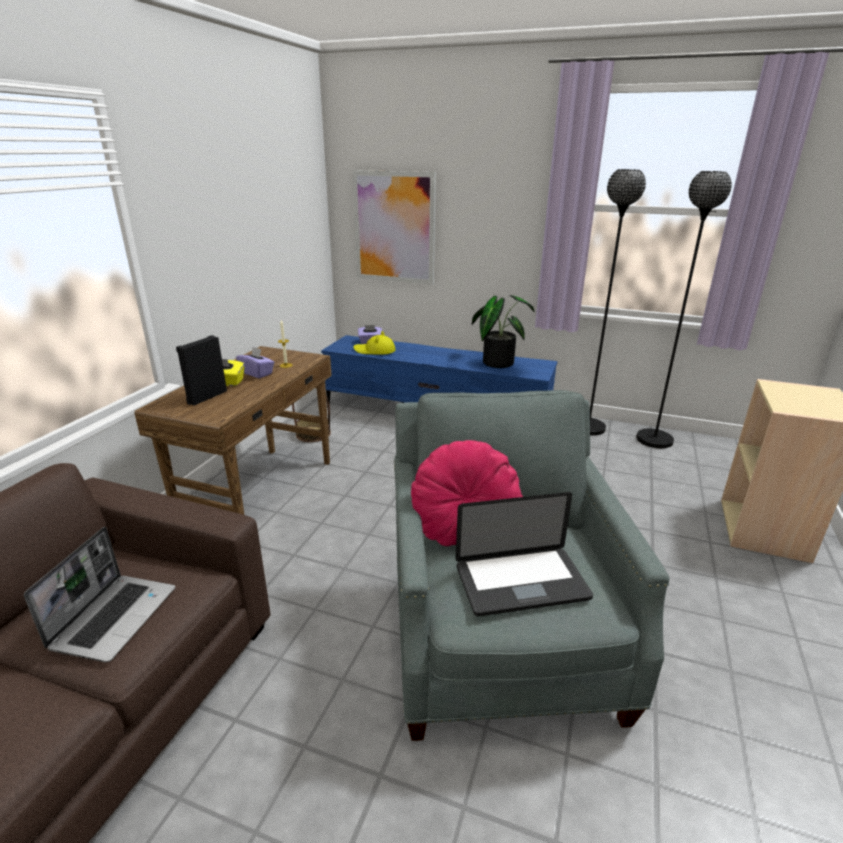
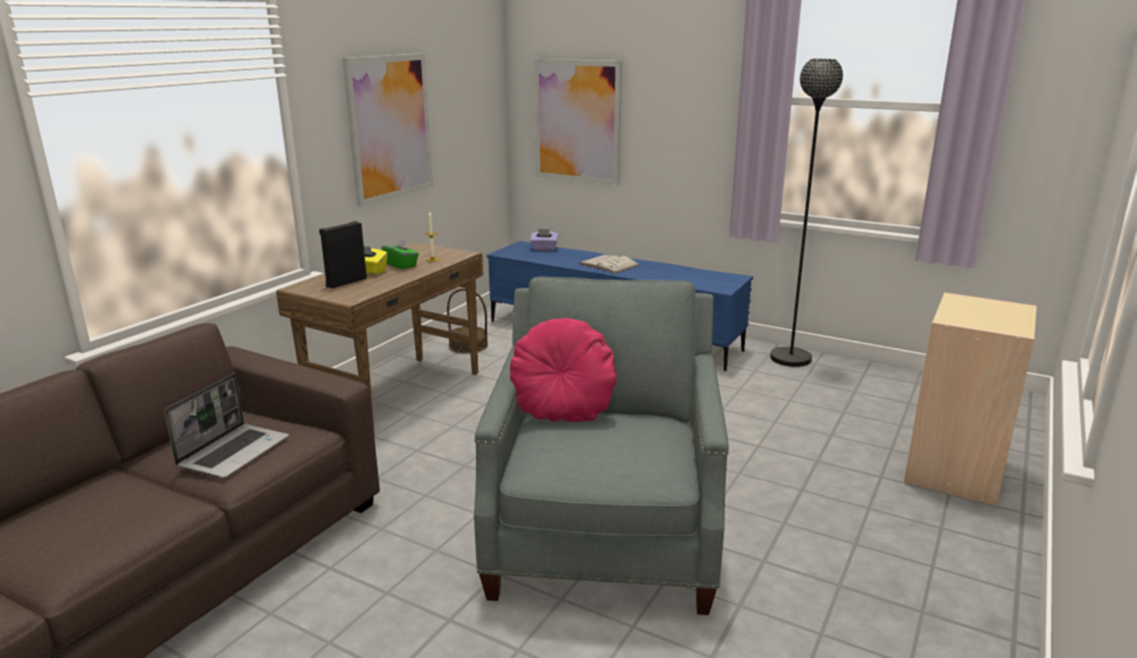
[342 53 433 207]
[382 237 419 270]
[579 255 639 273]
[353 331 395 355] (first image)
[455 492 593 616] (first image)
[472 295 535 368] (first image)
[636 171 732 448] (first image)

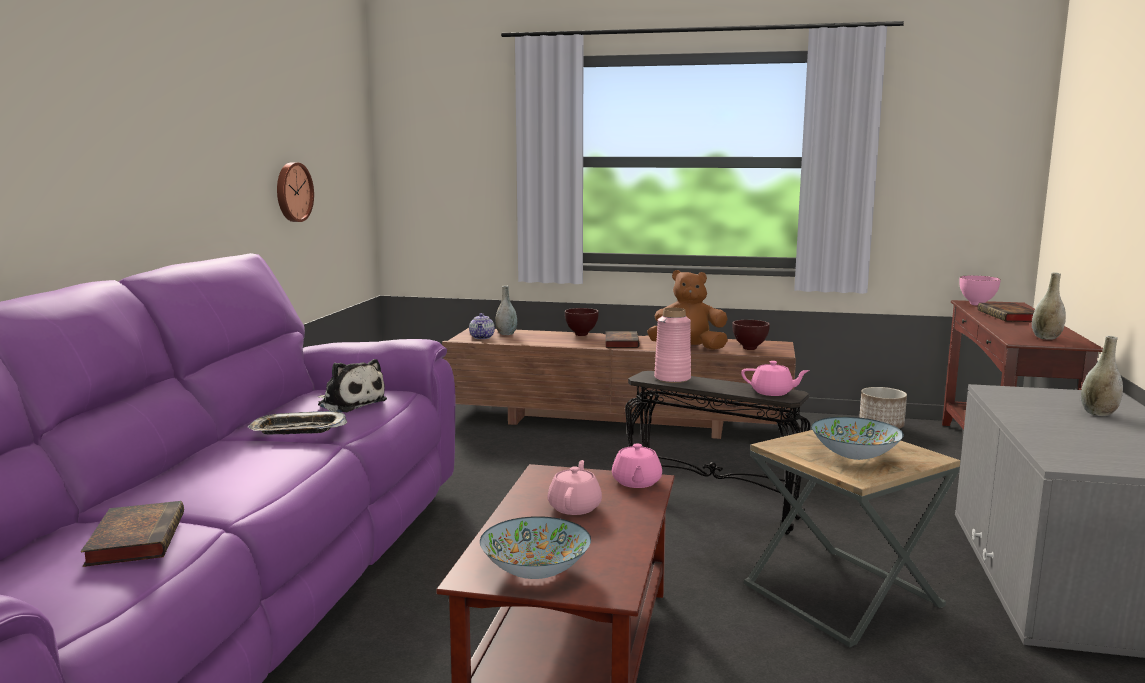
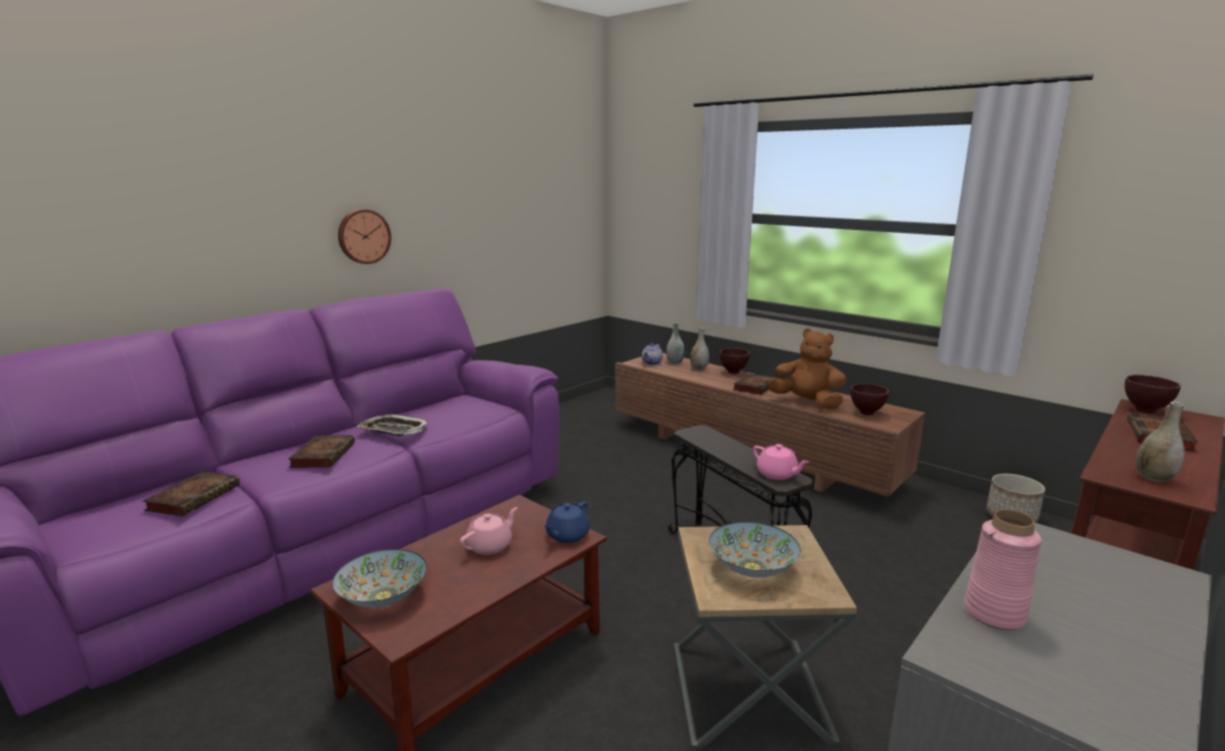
[288 435 355 468]
[338 209 391 264]
[544 502 590 543]
[690 327 709 370]
[964 509 1042 630]
[1124 375 1181 413]
[318 359 387 412] (first image)

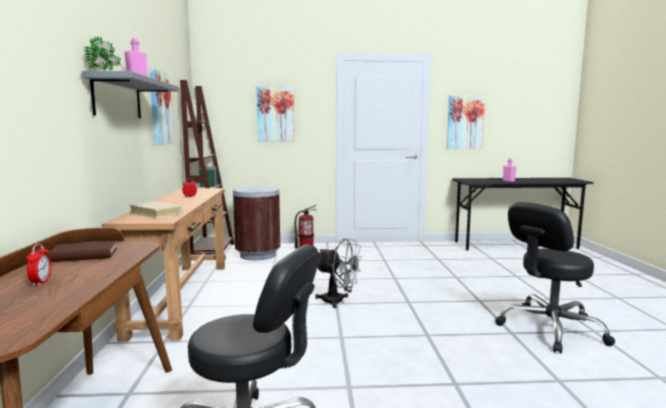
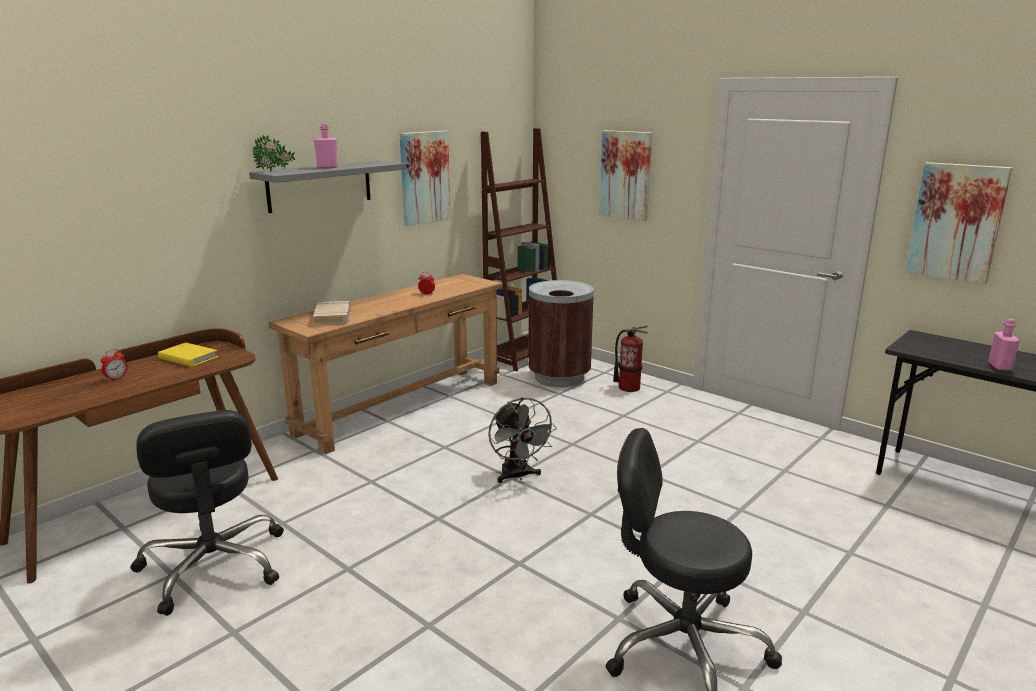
[158 342 218 367]

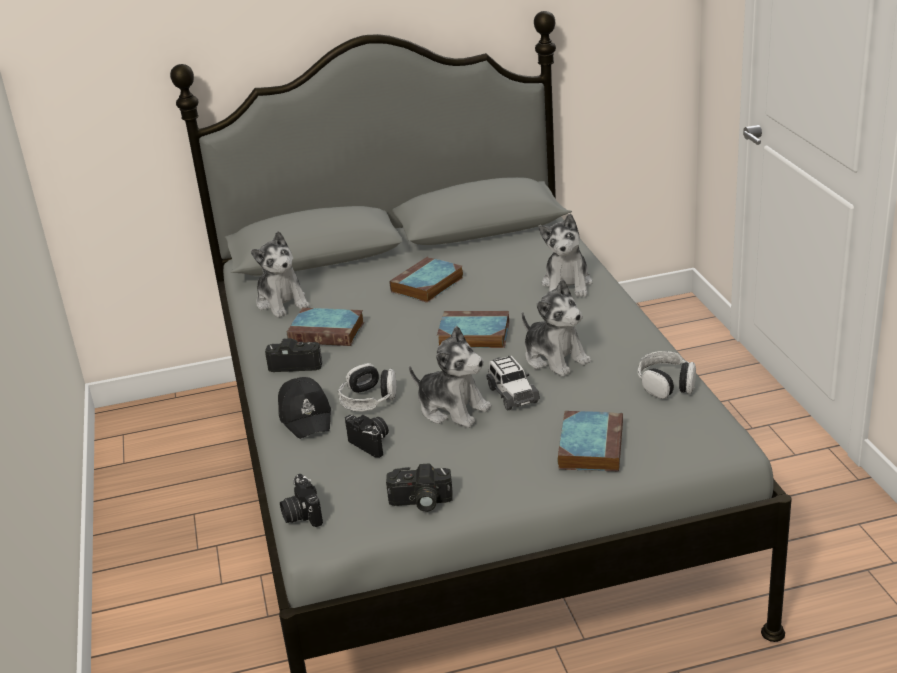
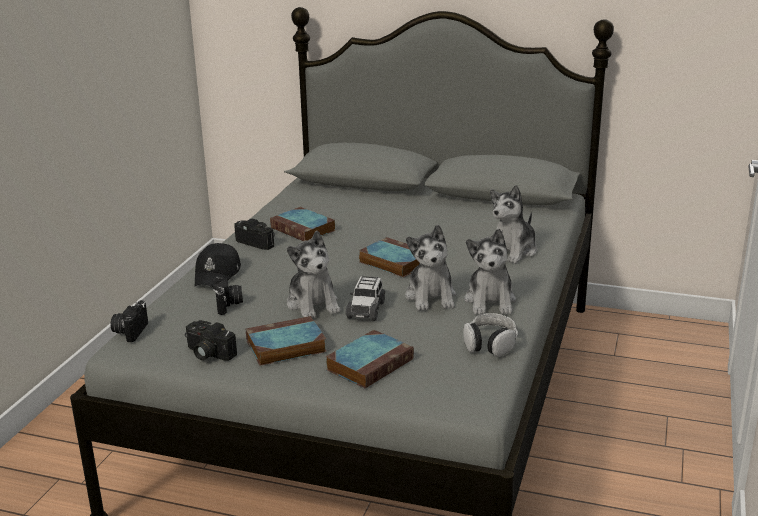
[246 316 327 366]
[464 229 516 315]
[338 363 396 412] (first image)

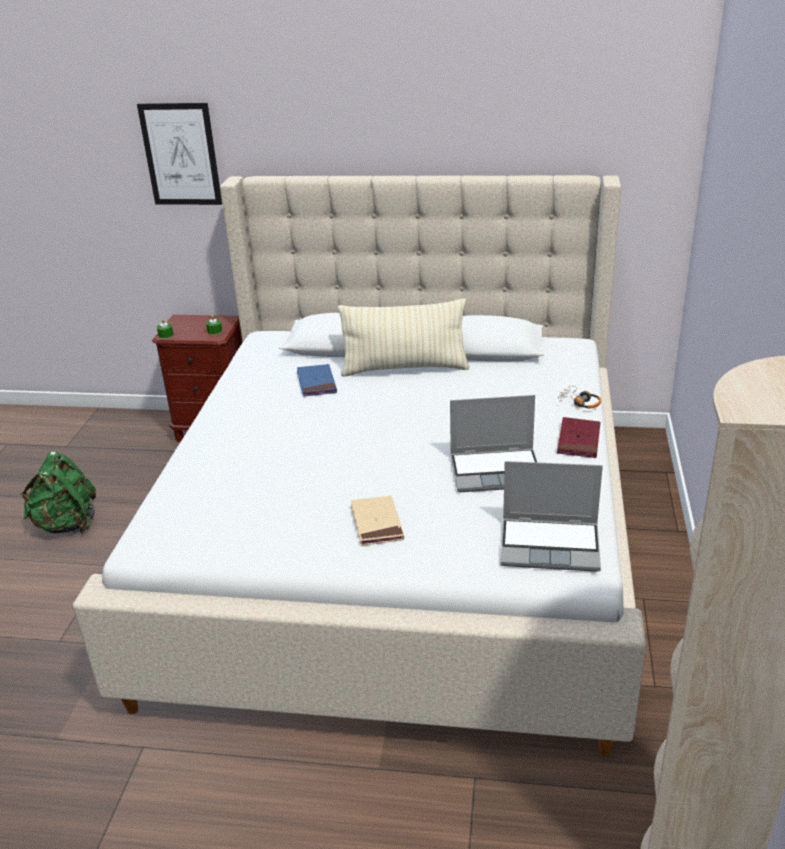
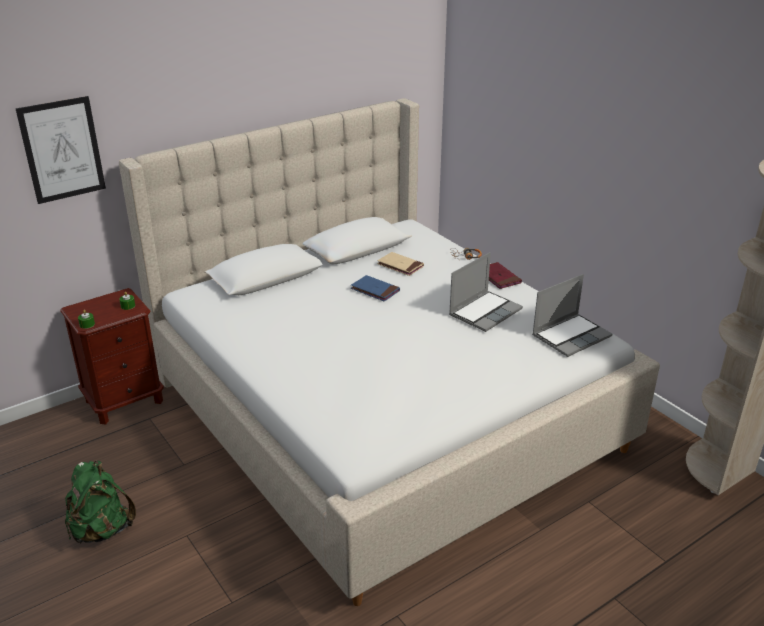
[351 275 400 302]
[377 252 424 276]
[338 298 470 376] (first image)

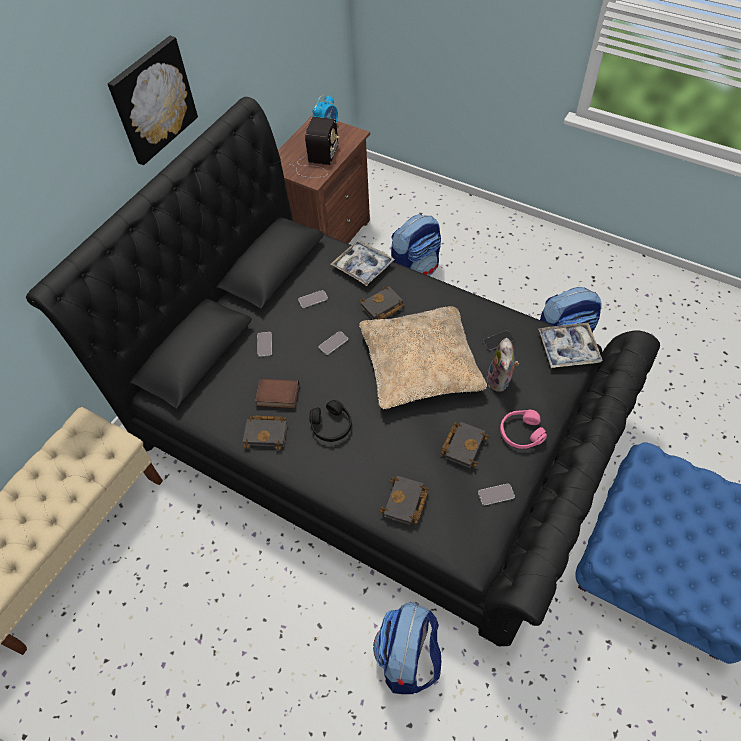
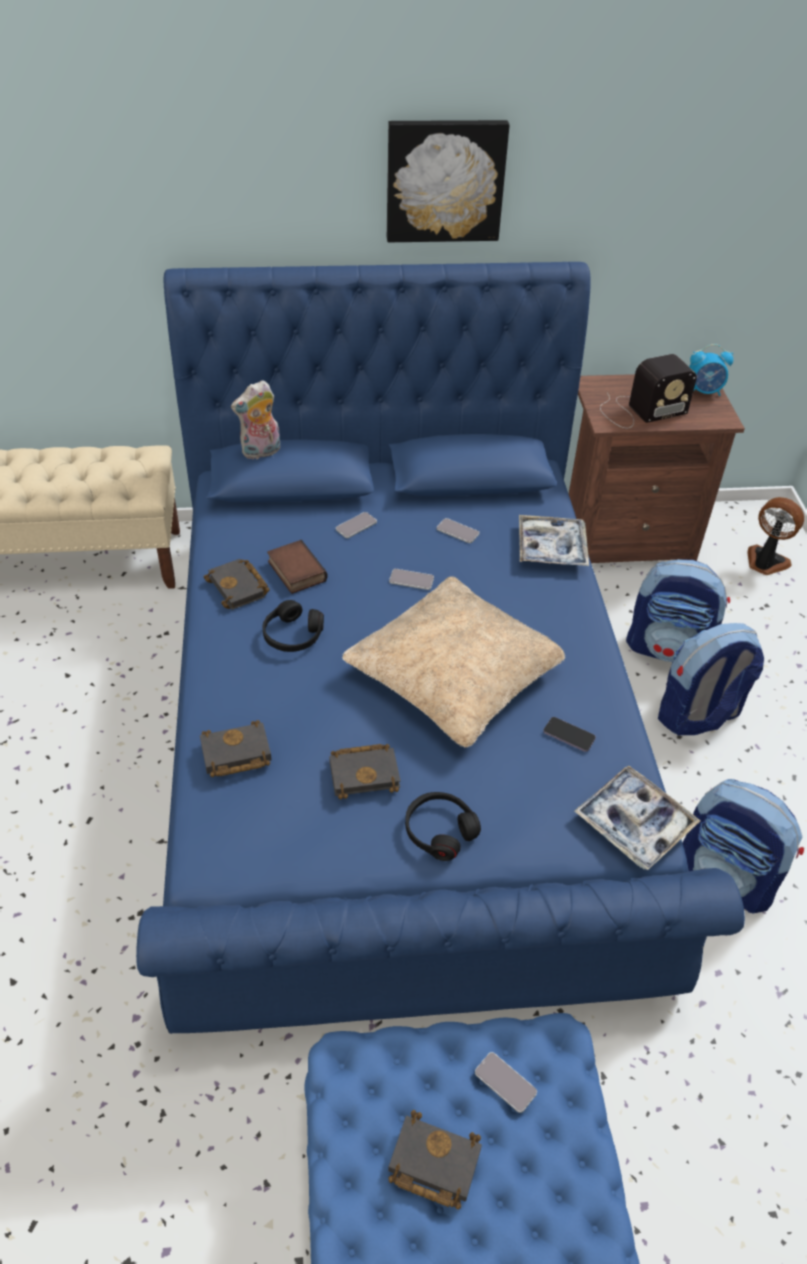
[136 262 745 1034]
[231 380 280 459]
[388 1110 482 1209]
[405 792 481 861]
[475 1052 537 1113]
[658 623 764 735]
[747 497 804 575]

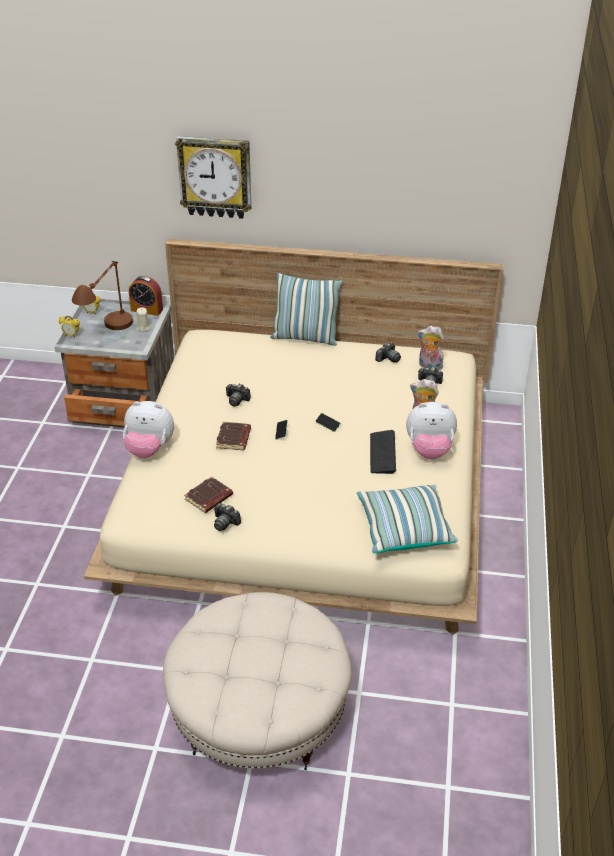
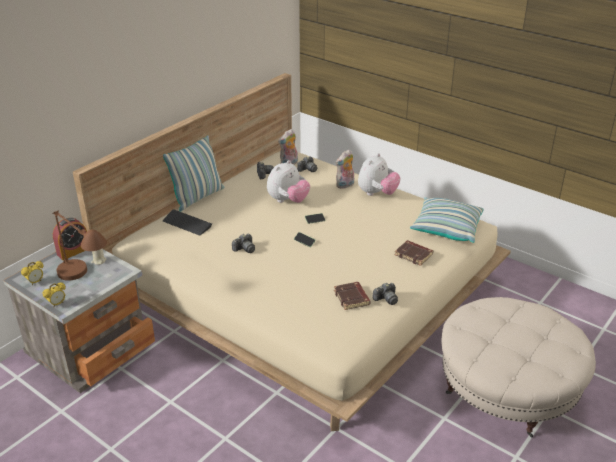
[163 210 212 235]
[267 160 310 203]
[395 240 433 266]
[175 136 252 219] (first image)

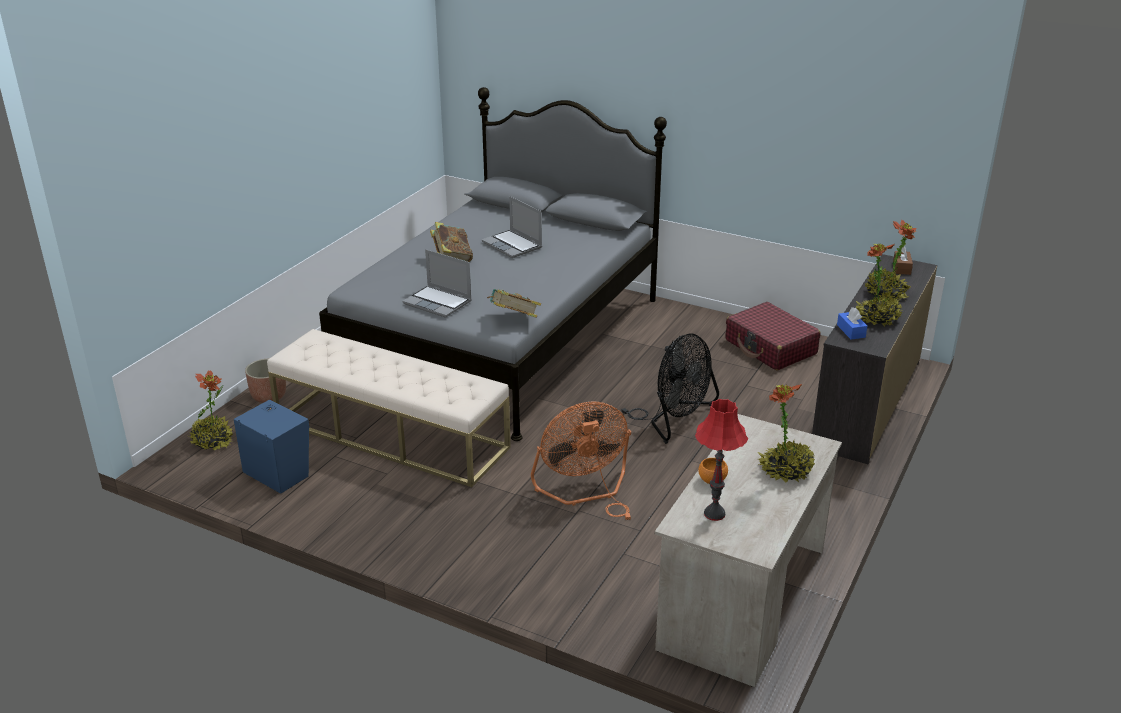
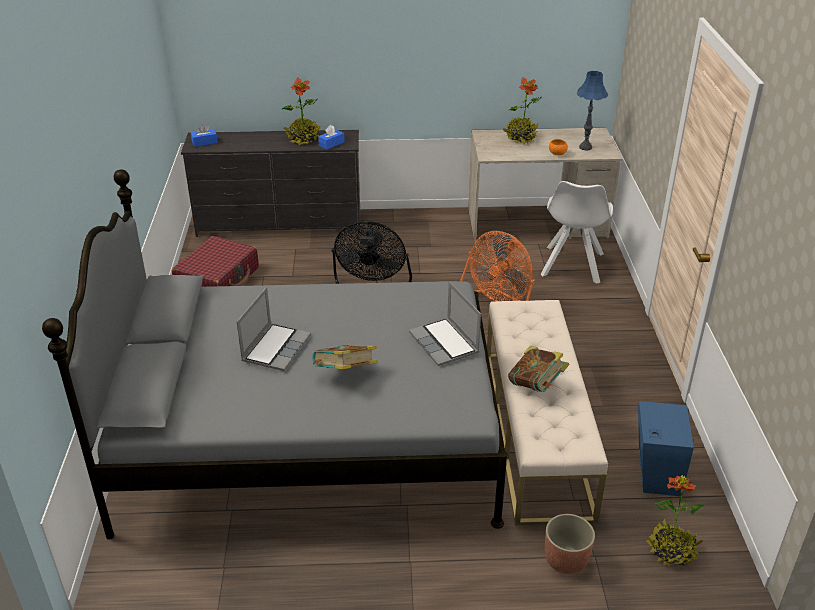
[191 124 218 147]
[409 282 481 366]
[508 346 570 392]
[540 181 613 284]
[577 71 609 150]
[865 219 917 300] (first image)

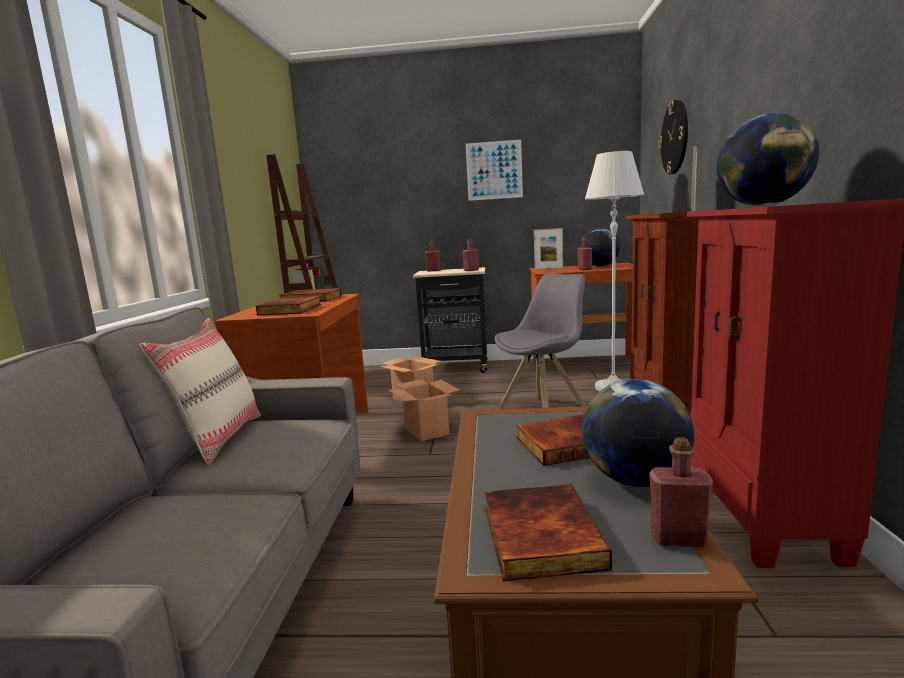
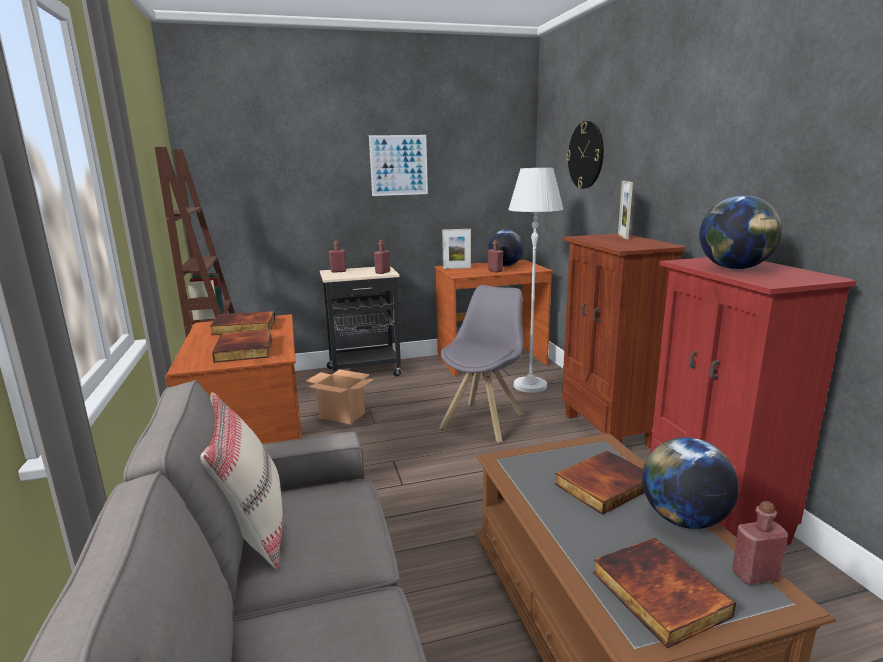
[389 379 459 441] (first image)

